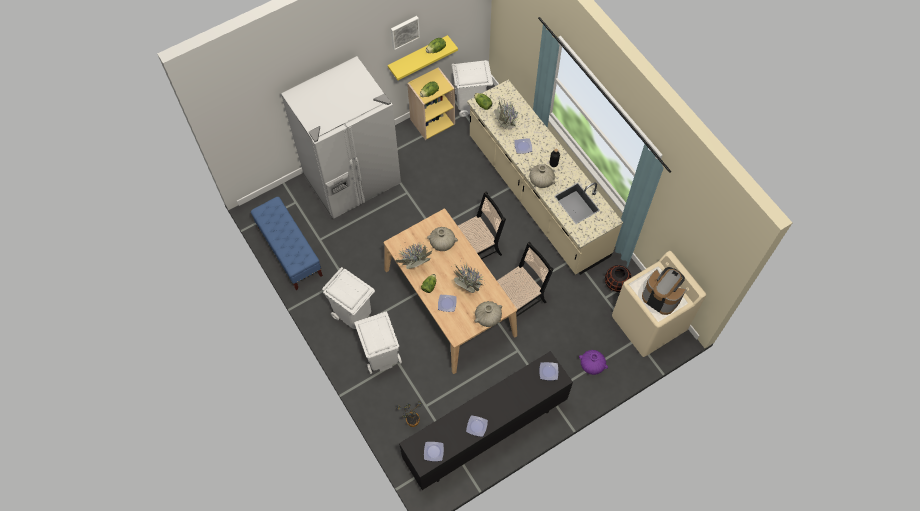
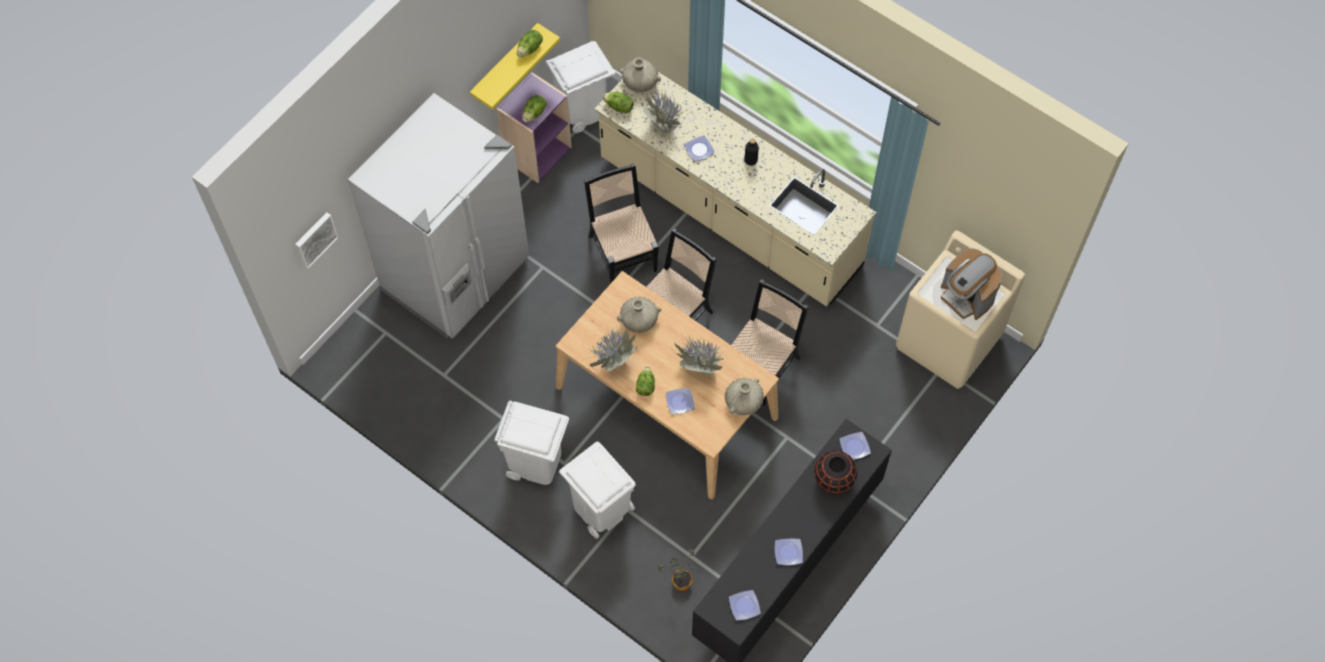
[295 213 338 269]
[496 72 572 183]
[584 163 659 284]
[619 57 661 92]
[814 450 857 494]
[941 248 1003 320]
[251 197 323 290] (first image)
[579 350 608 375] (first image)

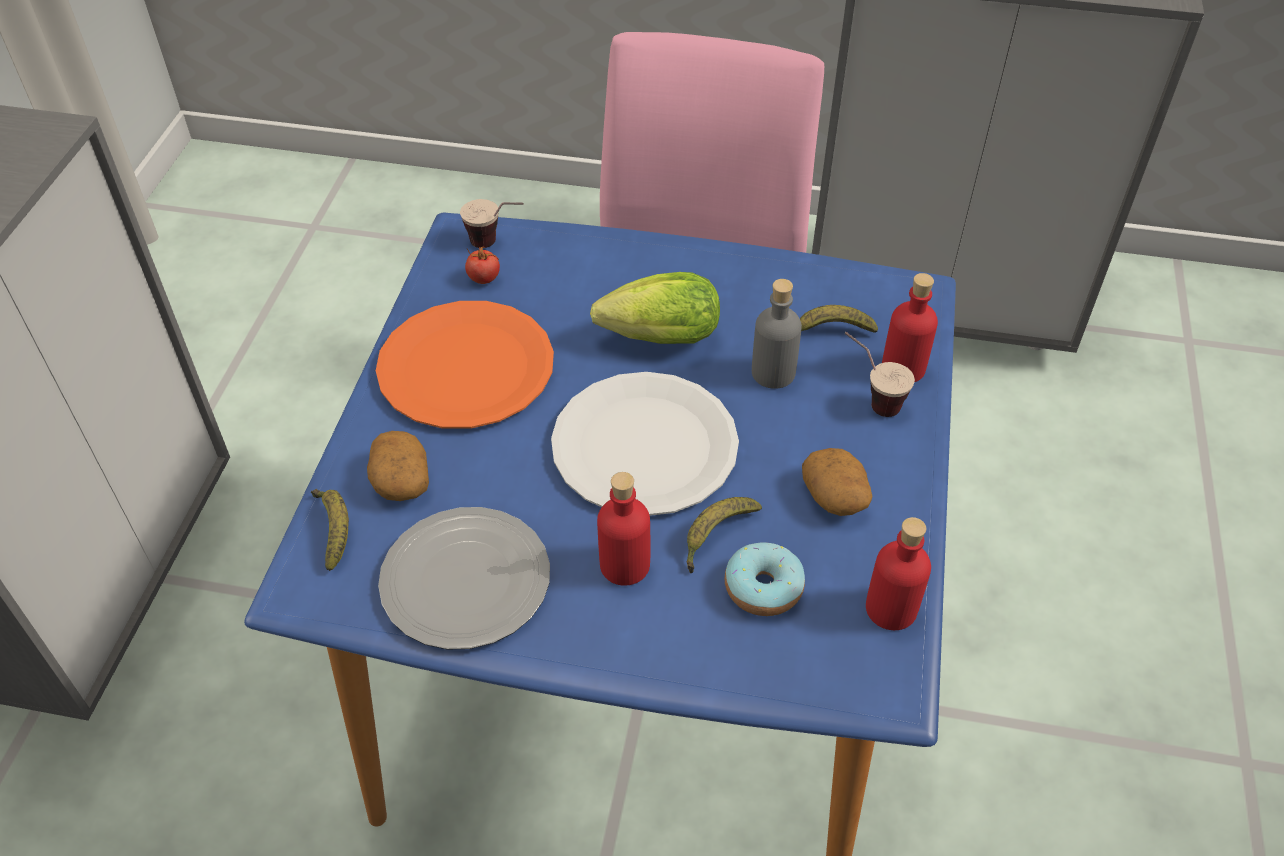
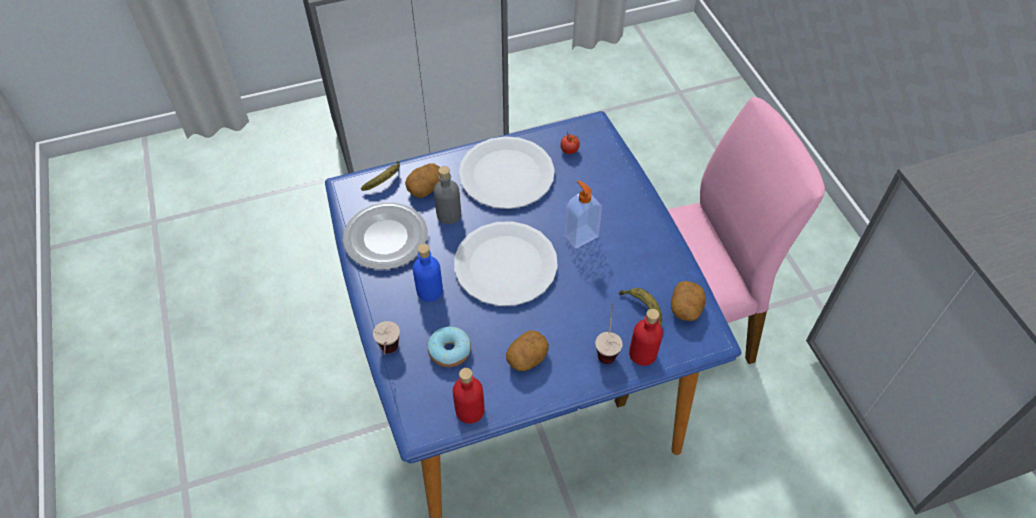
[373 321 400 355]
[413 244 443 302]
[434 166 461 224]
[459 136 555 209]
[564 181 602 249]
[671 281 706 321]
[687 497 762 573] (first image)

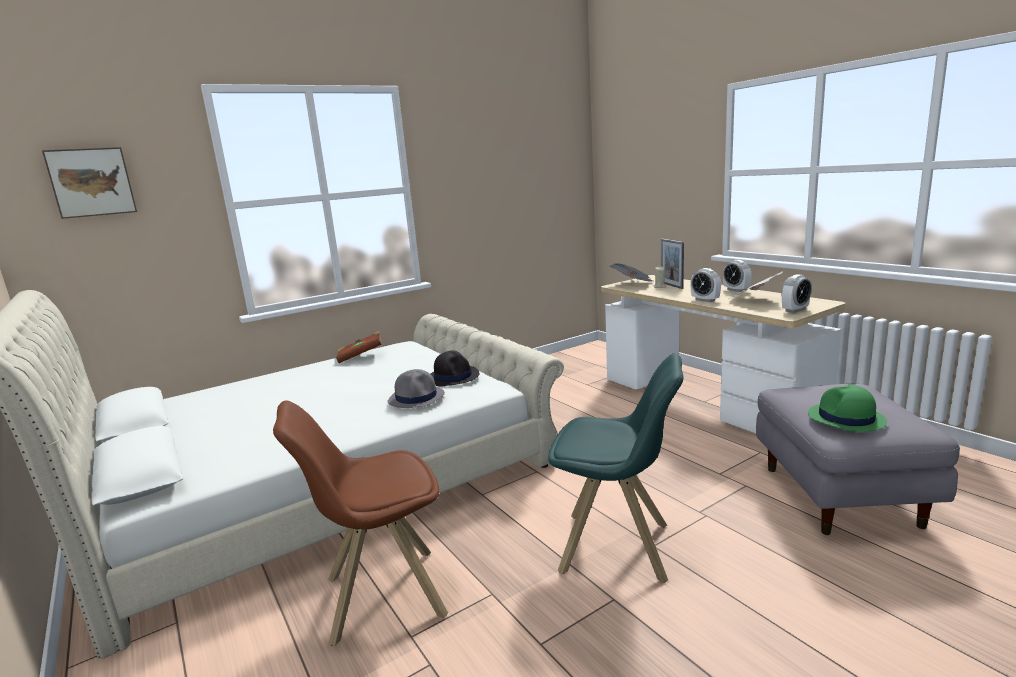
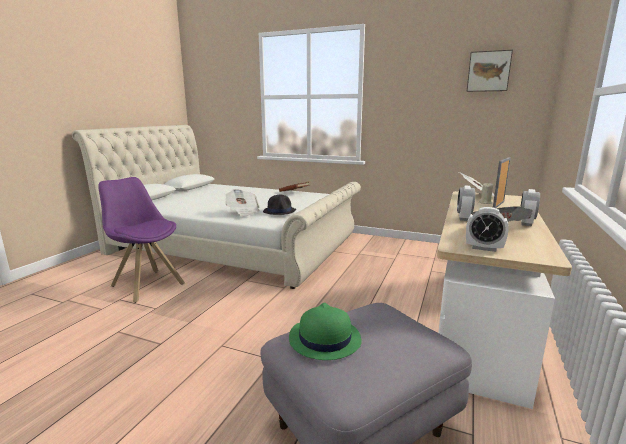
[98 177 185 303]
[225 189 260 217]
[467 50 513 92]
[548 353 684 583] (first image)

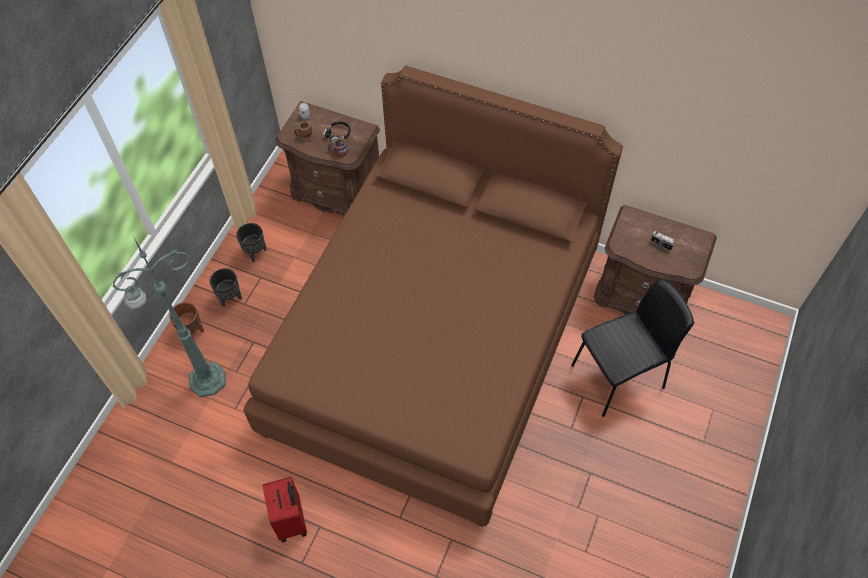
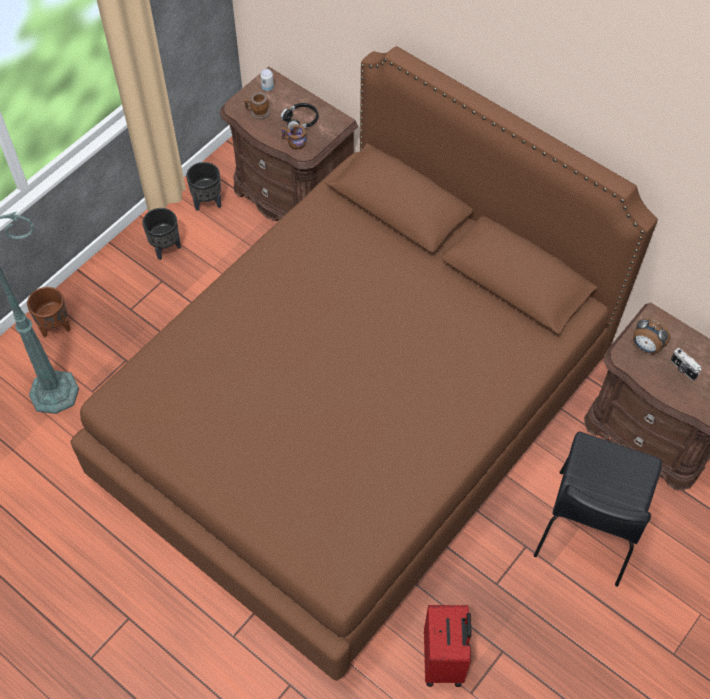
[186 162 221 211]
[424 605 472 687]
[534 431 662 587]
[633 318 671 353]

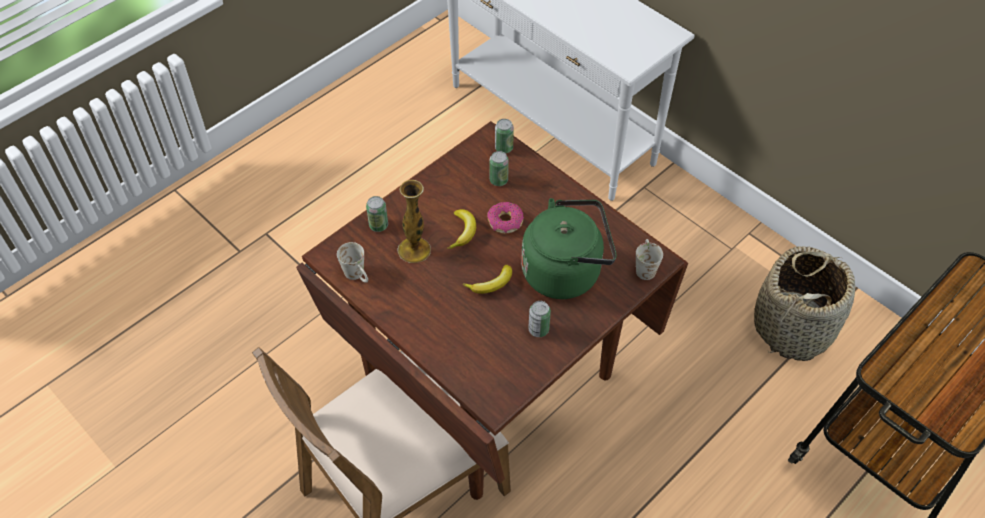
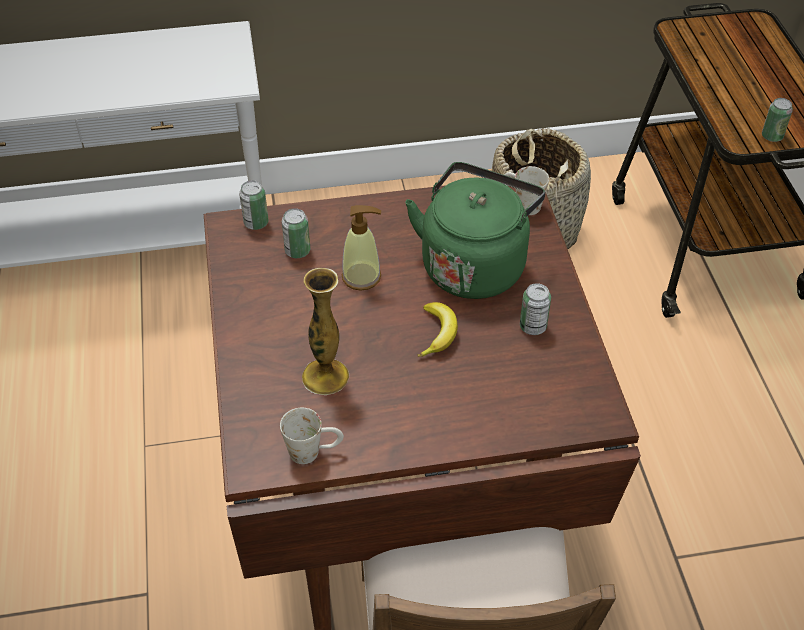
[342 205 381 291]
[762 98 793 142]
[447 209 476 249] (first image)

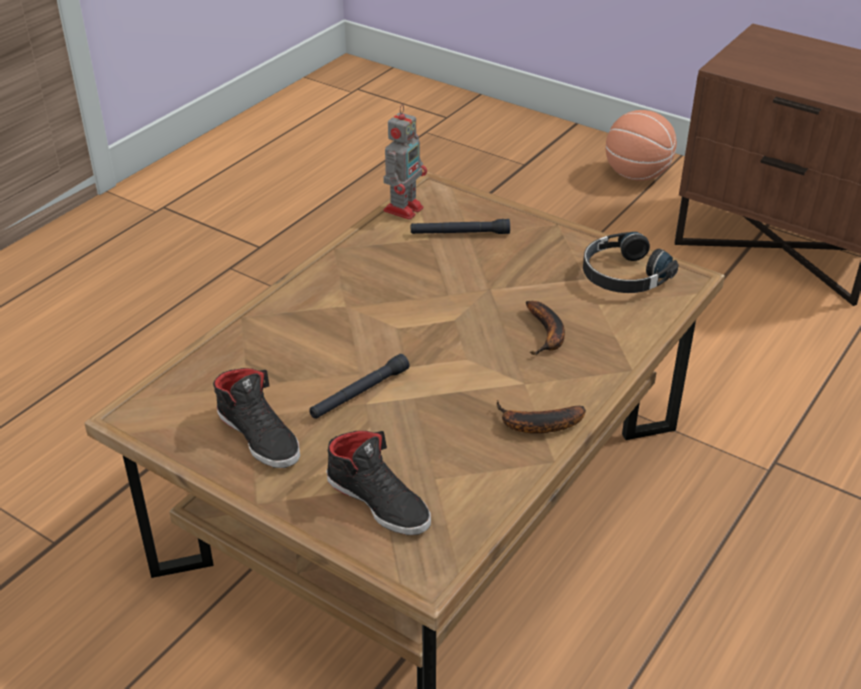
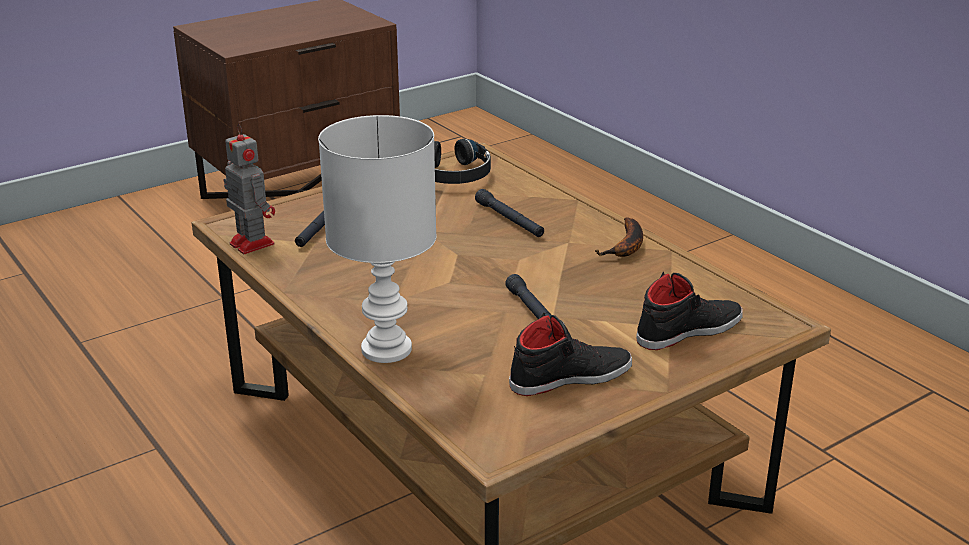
[318 115 437 363]
[475 189 544 237]
[606 110 677 181] (first image)

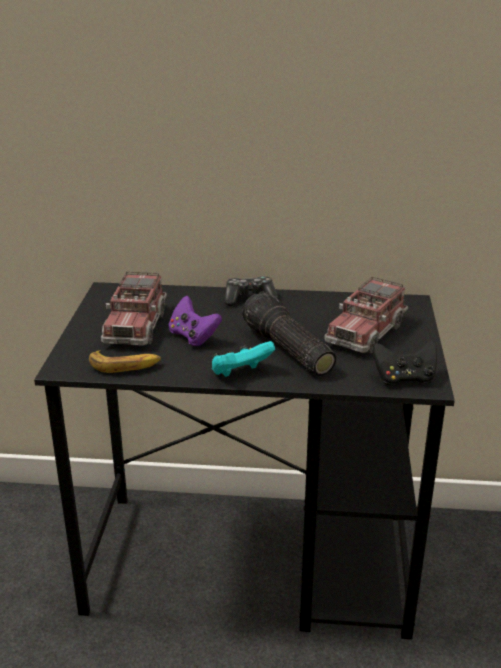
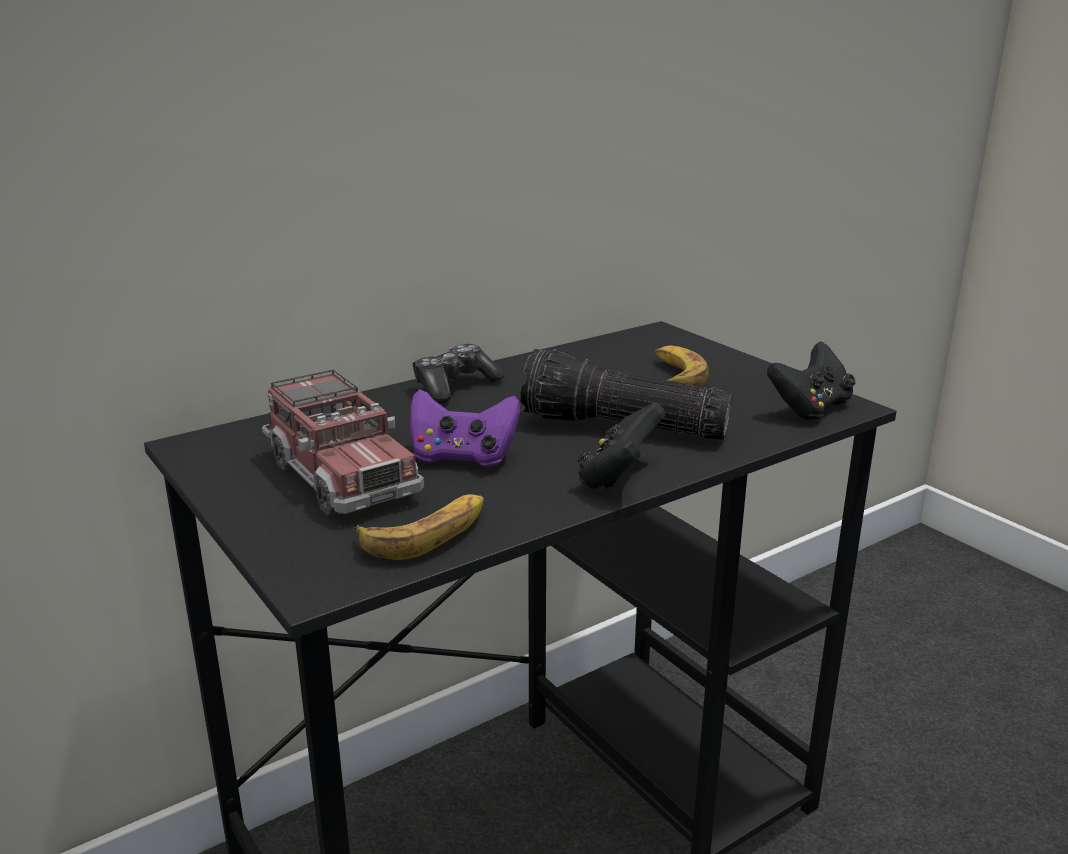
[577 403 666 489]
[655 345 709 387]

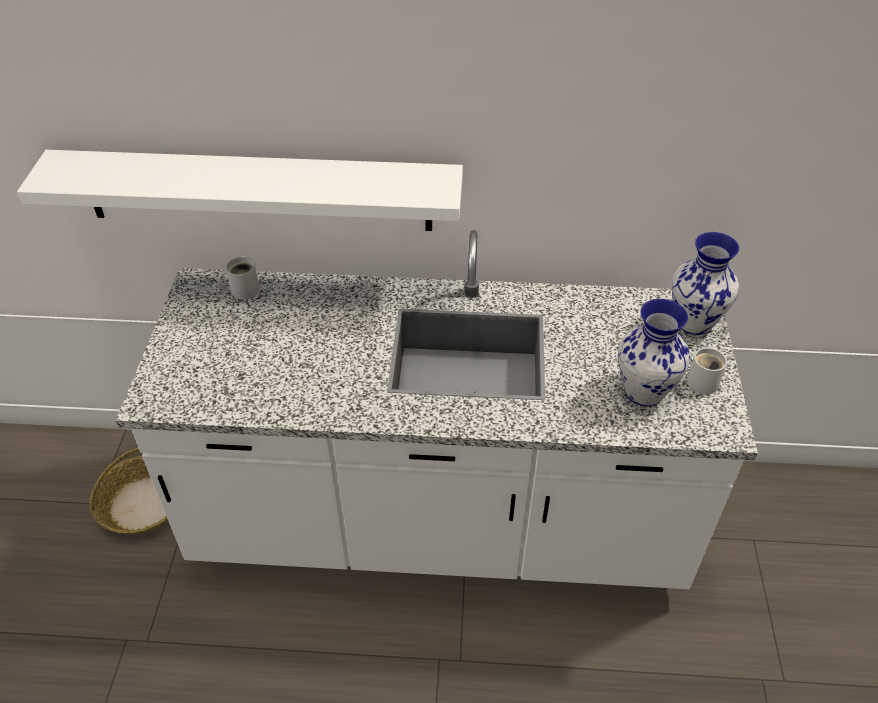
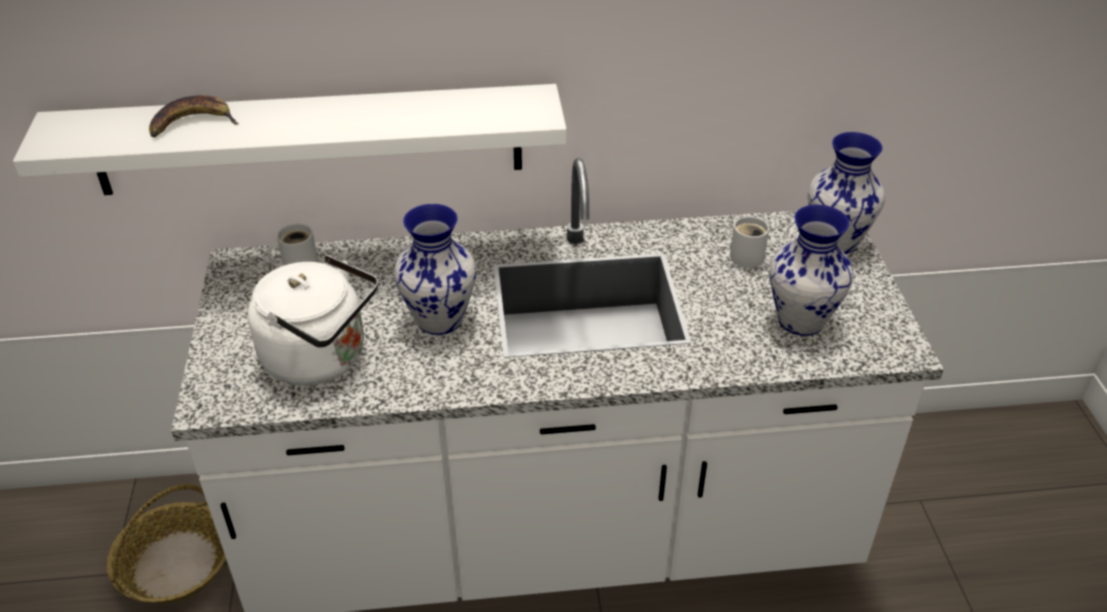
[149 95 239 137]
[248 255 378 386]
[394 204 476 335]
[730 216 769 268]

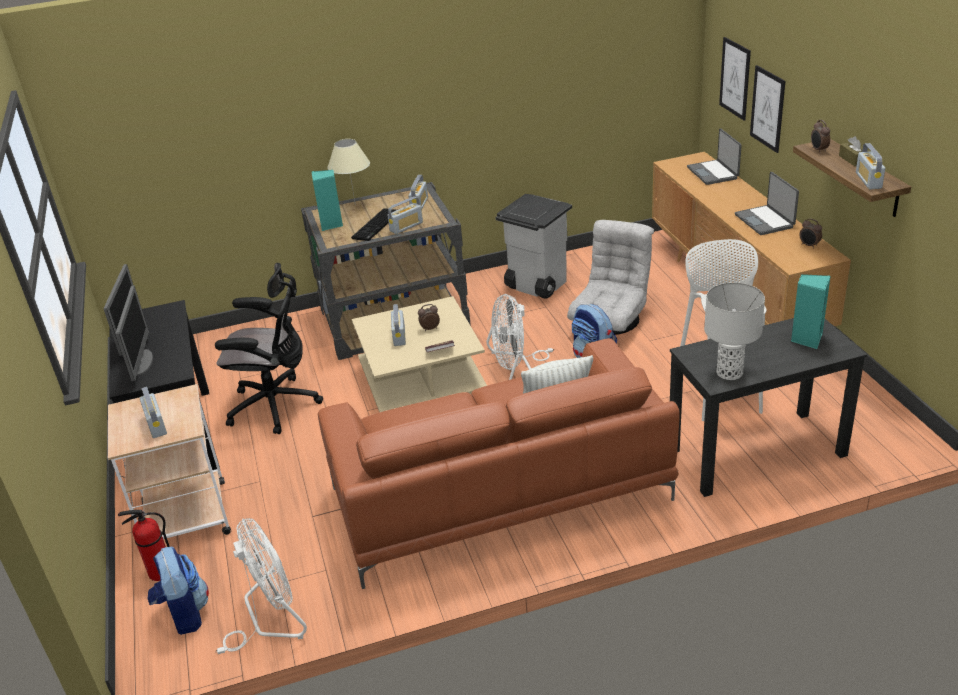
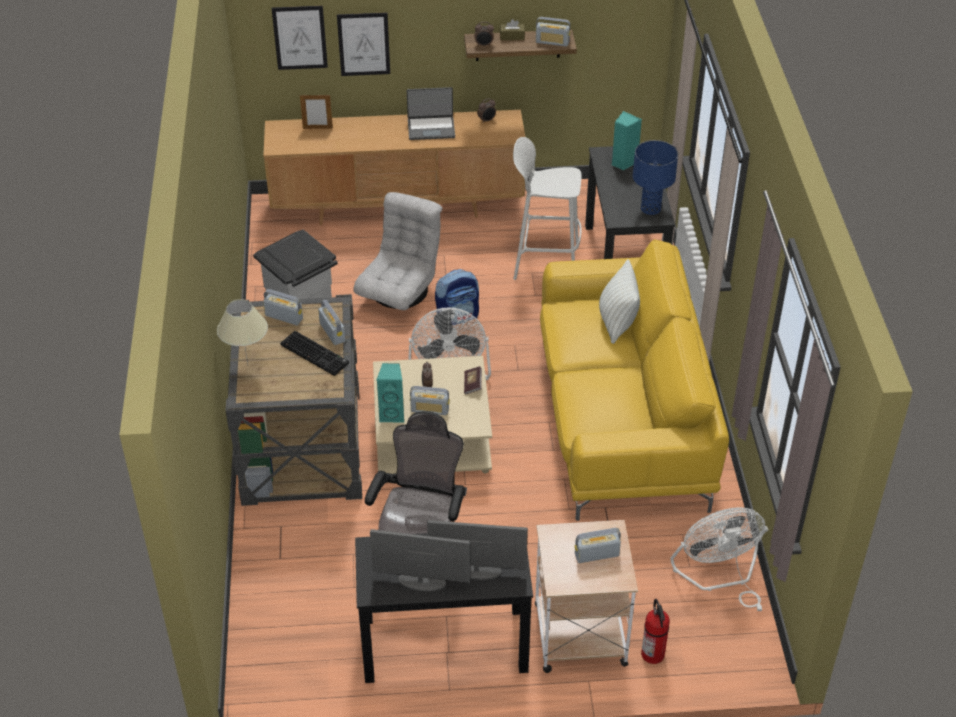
[300 94 333 129]
[353 192 443 310]
[377 363 404 422]
[540 240 729 521]
[632 140 678 215]
[148 547 209 635] (first image)

